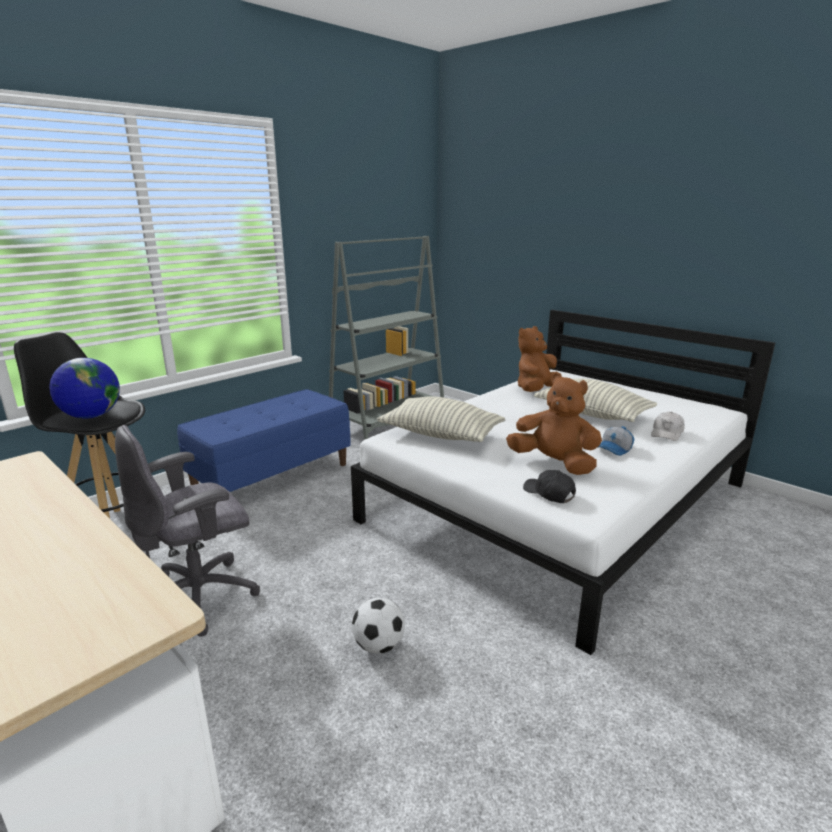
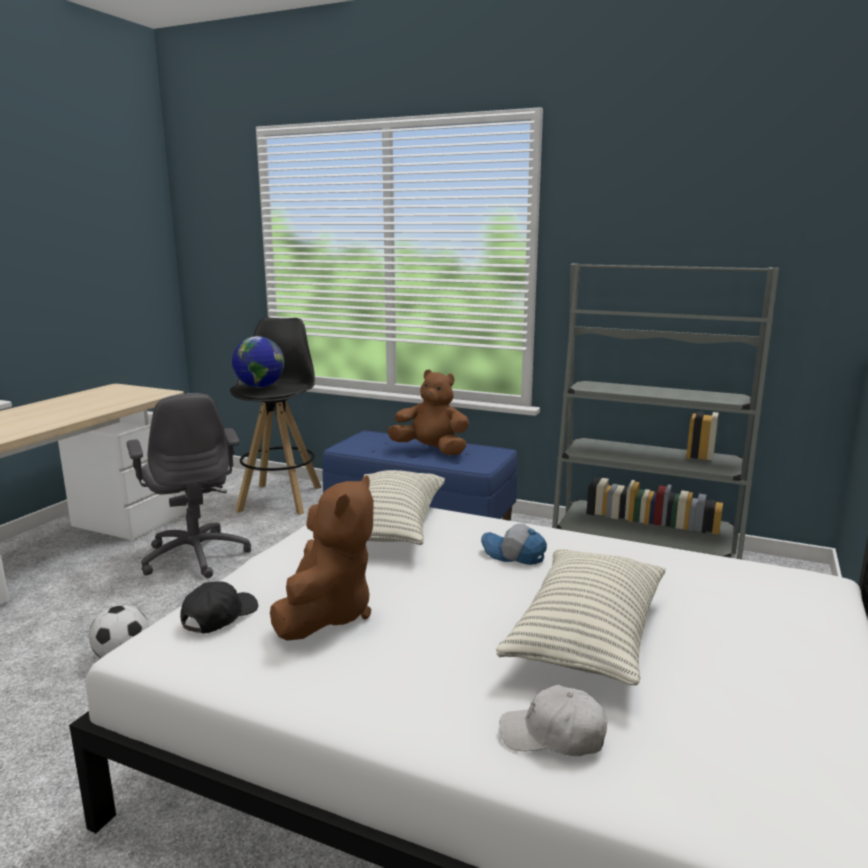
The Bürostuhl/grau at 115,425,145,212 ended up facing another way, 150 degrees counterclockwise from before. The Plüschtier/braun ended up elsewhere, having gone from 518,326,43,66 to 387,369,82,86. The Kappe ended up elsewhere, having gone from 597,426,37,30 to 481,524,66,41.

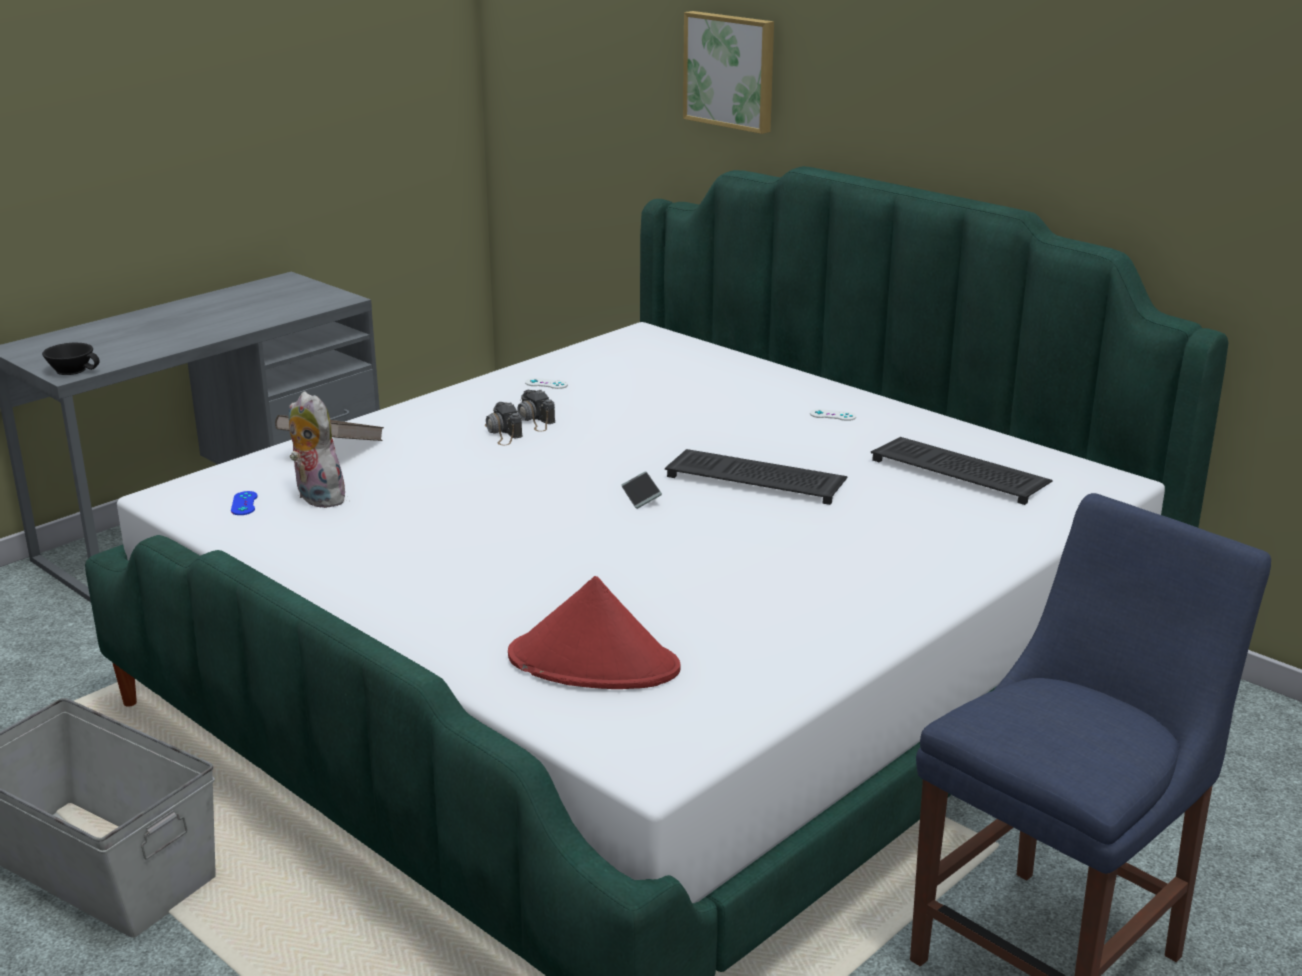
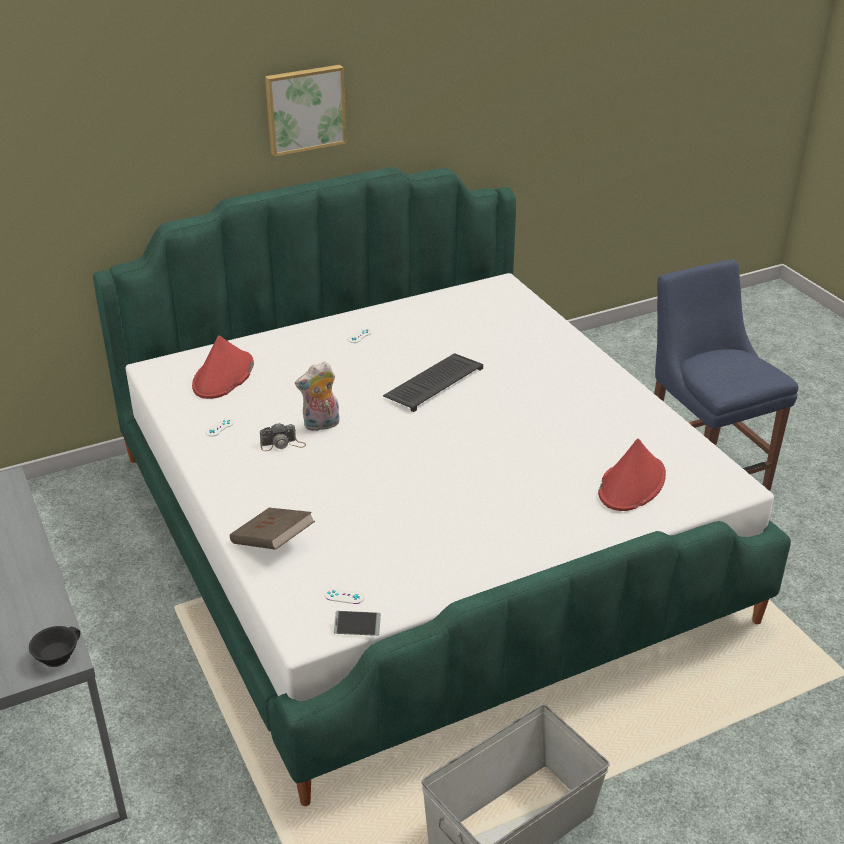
What was the Gamepad/blau at 231,491,27,24 turned into the Gamepad/weiß at 324,588,41,16. The Plüschtier ended up elsewhere, having gone from 289,392,58,116 to 295,361,45,71. The second view lost the Kamera at 485,402,38,44. The Handy ended up elsewhere, having gone from 621,471,41,38 to 334,611,47,25. The Bild ended up elsewhere, having gone from 683,11,91,123 to 265,65,82,92. The second view lost the Tastatur at 871,437,182,68. The second view gained the Hut/rot at 192,335,62,64.

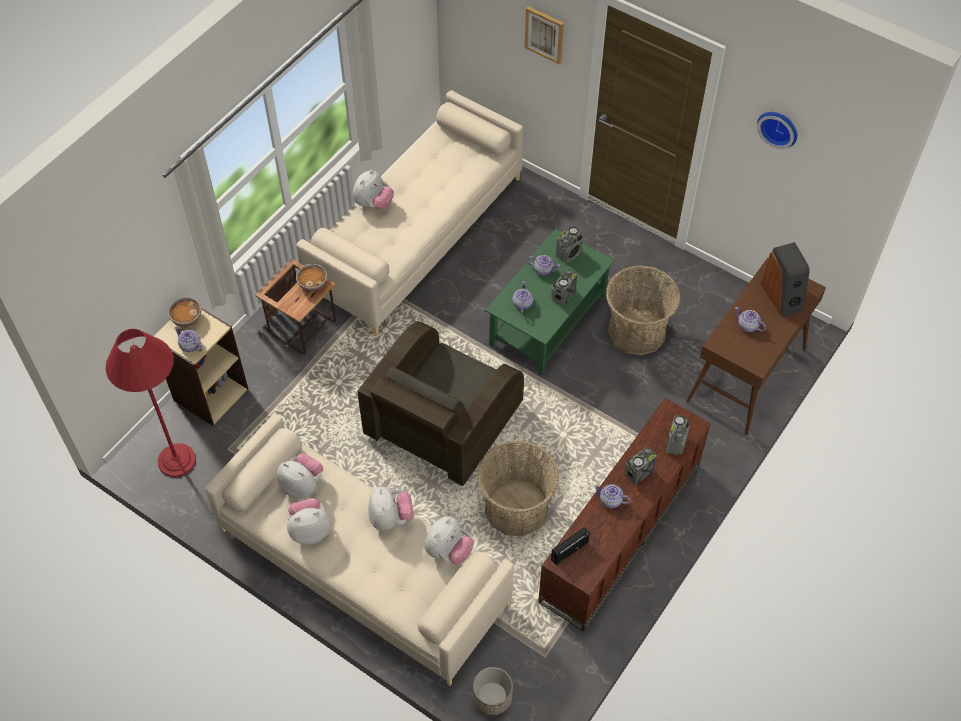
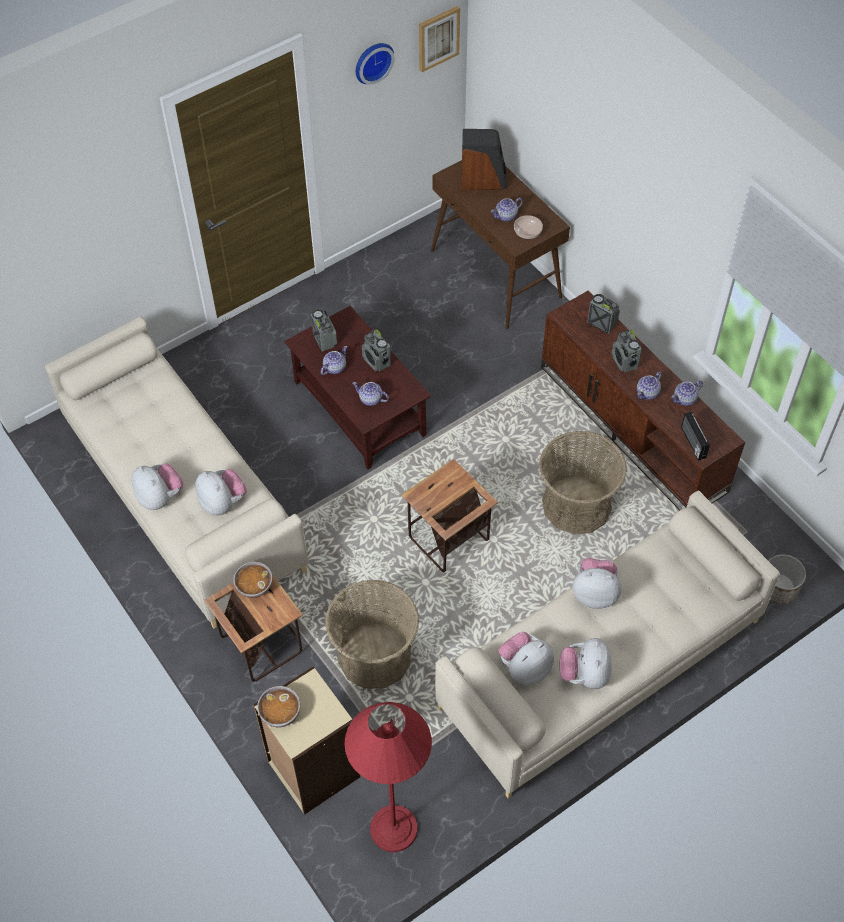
The Teekanne ended up elsewhere, having gone from 174,327,29,25 to 671,380,32,26. Where the Sessel/braun stood at 358,321,166,165, the Beistelltisch came to stand at 402,459,96,113. The Plüschtier ended up elsewhere, having gone from 424,516,50,48 to 195,469,52,46. What was the Couchtisch/grün at 485,229,130,146 turned into the Couchtisch/braun at 284,306,147,163. The Bild ended up elsewhere, having gone from 525,6,39,58 to 419,6,41,66. The Korb ended up elsewhere, having gone from 606,266,75,90 to 325,580,94,109. The second view gained the Schüssel at 514,215,29,24.

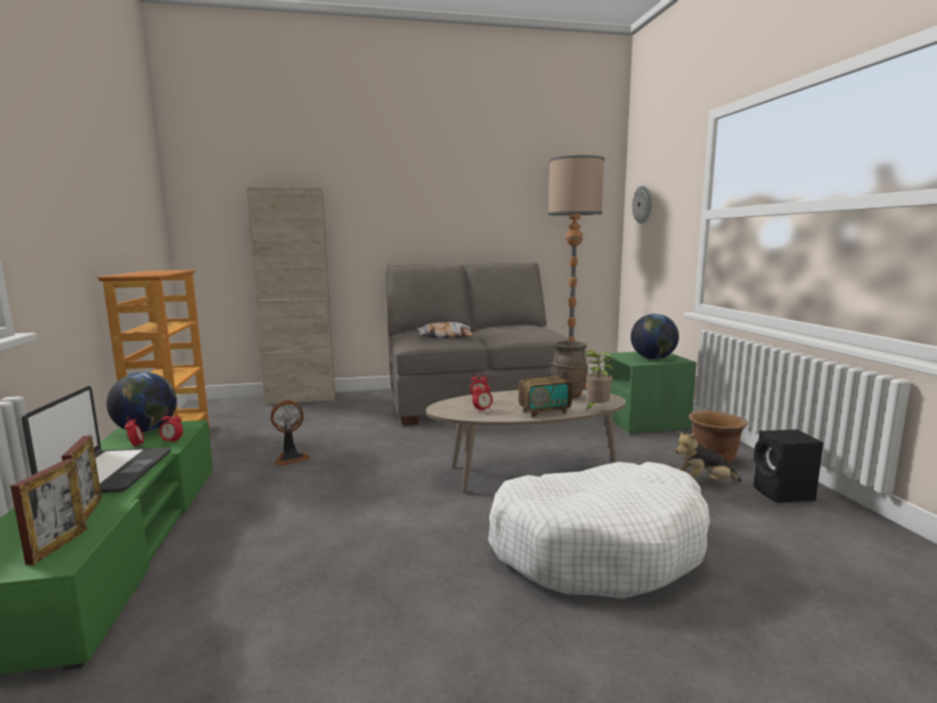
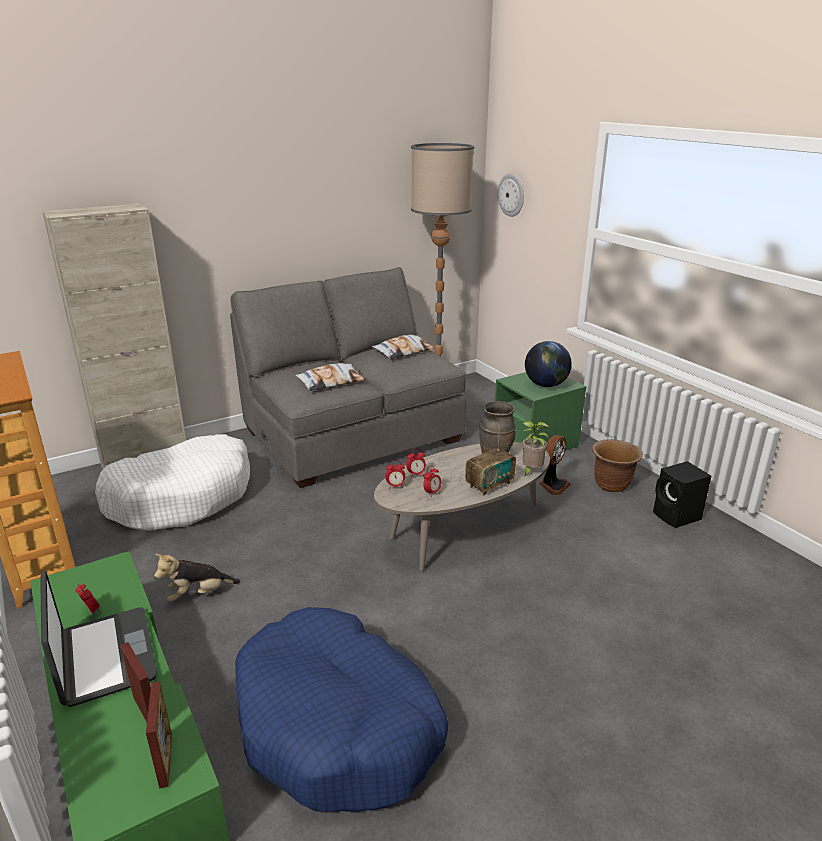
The second view lost the Globus at 106,372,71,60. The Wecker ended up elsewhere, having gone from 159,411,24,33 to 385,460,20,29. The Ventilator ended up elsewhere, having gone from 271,400,39,66 to 539,435,32,61. The Hundebett/weiß ended up elsewhere, having gone from 488,462,222,137 to 95,434,155,97. The Plüschtier ended up elsewhere, having gone from 675,431,67,50 to 154,554,86,48. The second view gained the Hundebett/blau at 235,607,213,205. The second view gained the Kissen at 372,335,62,24.

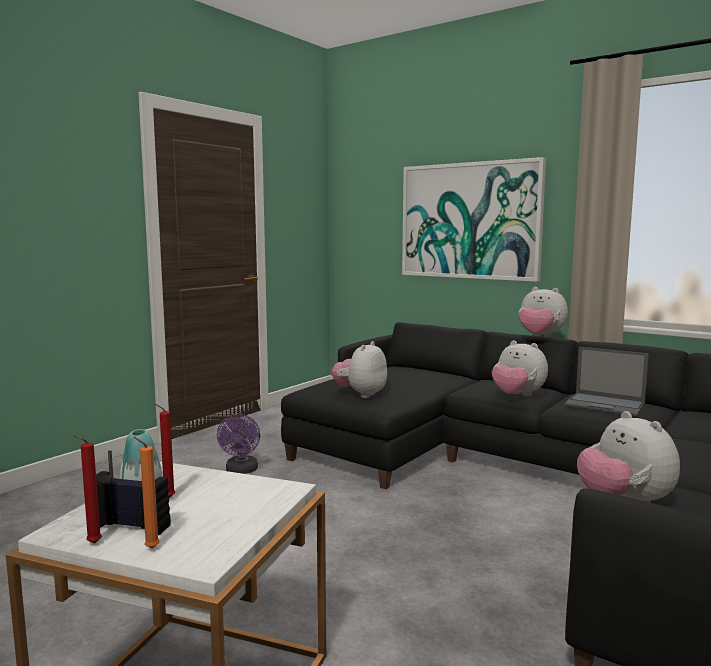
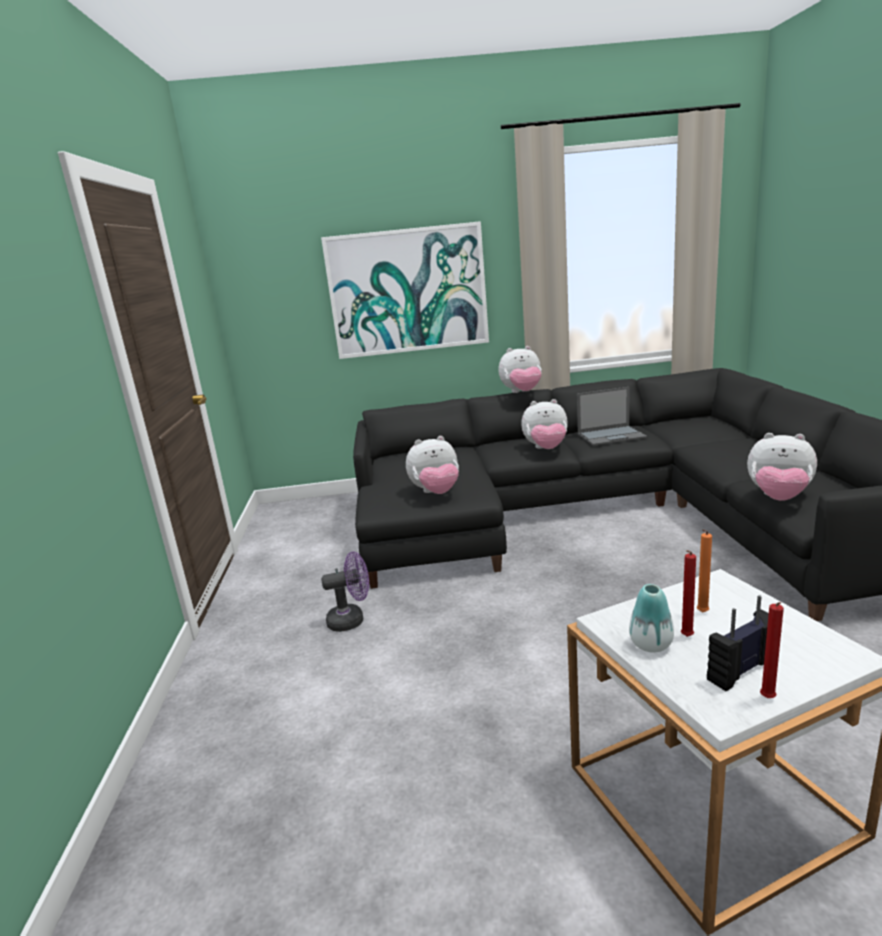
The Kerze/orange ended up elsewhere, having gone from 133,436,27,113 to 697,529,15,83. The Ventilator/lila at 217,414,43,60 ended up facing another way, 60 degrees counterclockwise from before. The Plüschtier at 332,341,55,57 ended up facing another way, 90 degrees counterclockwise from before.

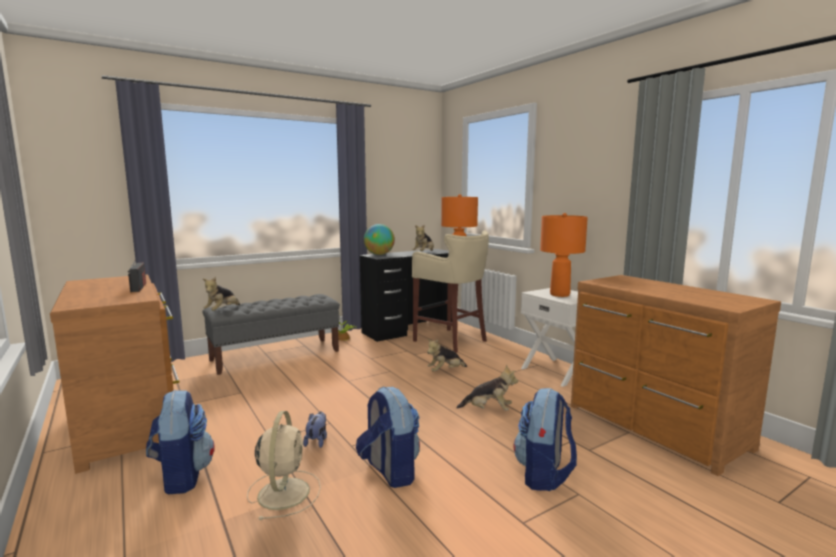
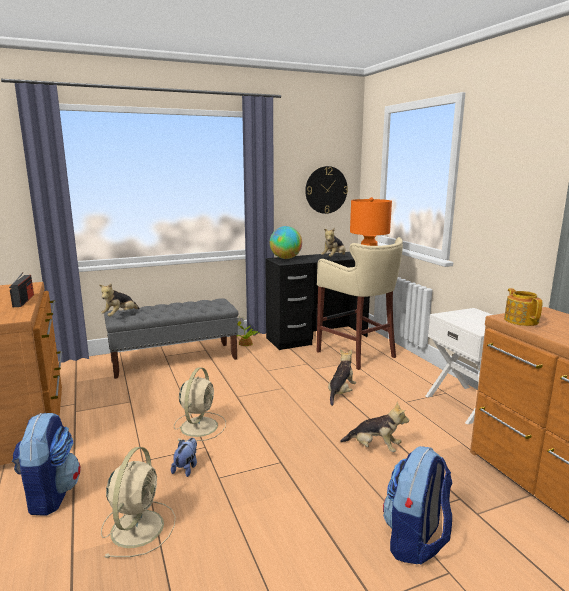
The second view lost the Rucksack at 356,386,64,102. The Plüschtier at 427,339,40,33 ended up facing another way, 135 degrees clockwise from before. The second view lost the Tischlampe/orange at 540,213,48,84. The second view gained the Ventilator/beige at 174,367,52,74. The second view gained the Wanduhr at 305,166,43,48. The second view gained the Teekanne at 504,288,39,38.

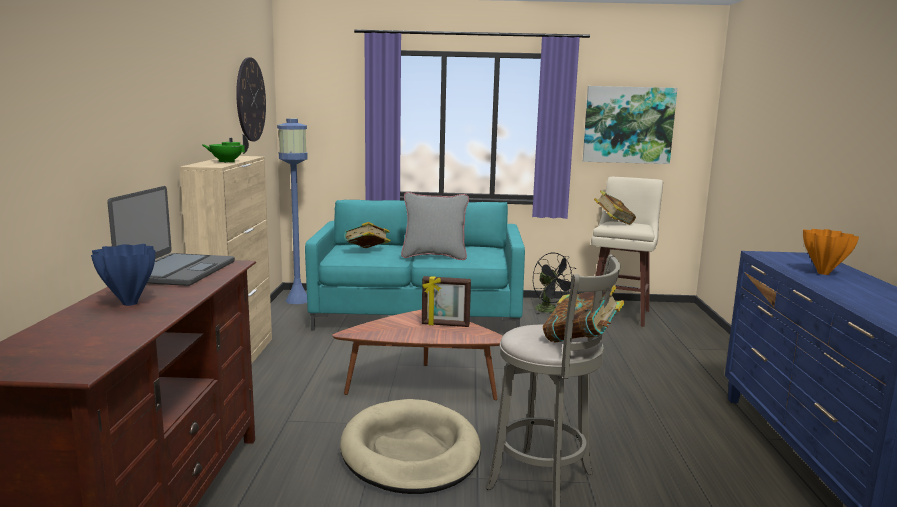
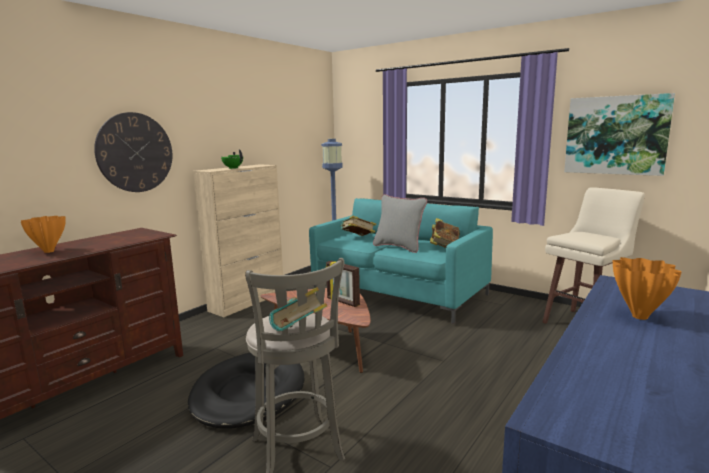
What was the Vase/blau at 91,244,64,62 turned into the Vase/orange at 21,216,45,37. The second view lost the Laptop at 107,186,128,100. The Wanduhr ended up elsewhere, having gone from 236,57,30,84 to 94,112,78,80. What was the Hundebett/beige at 340,399,141,95 turned into the Hundebett/schwarz at 188,353,117,76. The second view lost the Ventilator/schwarz at 533,253,42,61. The Buch ended up elsewhere, having gone from 594,190,42,35 to 430,218,30,30.

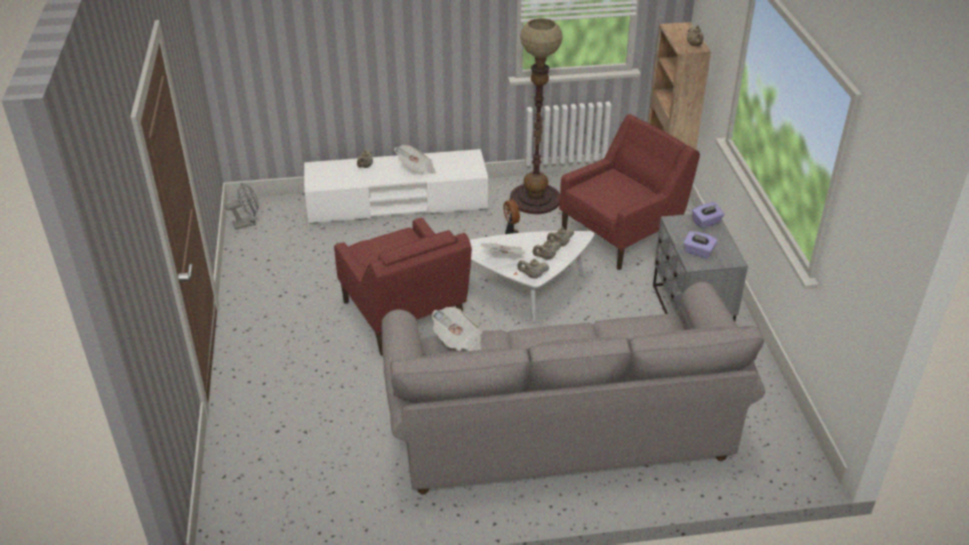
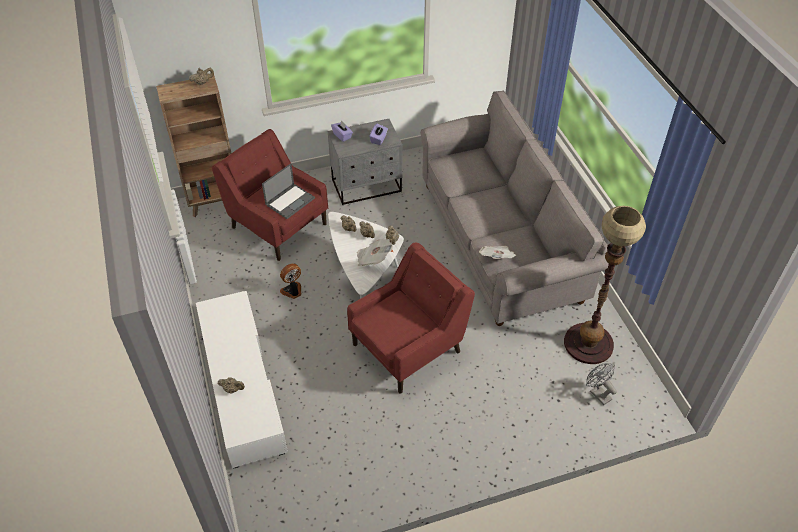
The Ventilator/grau ended up elsewhere, having gone from 225,183,34,46 to 586,363,31,42. The second view lost the Zeitung at 394,145,42,29. The Stehlampe ended up elsewhere, having gone from 510,18,53,196 to 564,206,82,158. The second view gained the Laptop at 262,164,53,55.

